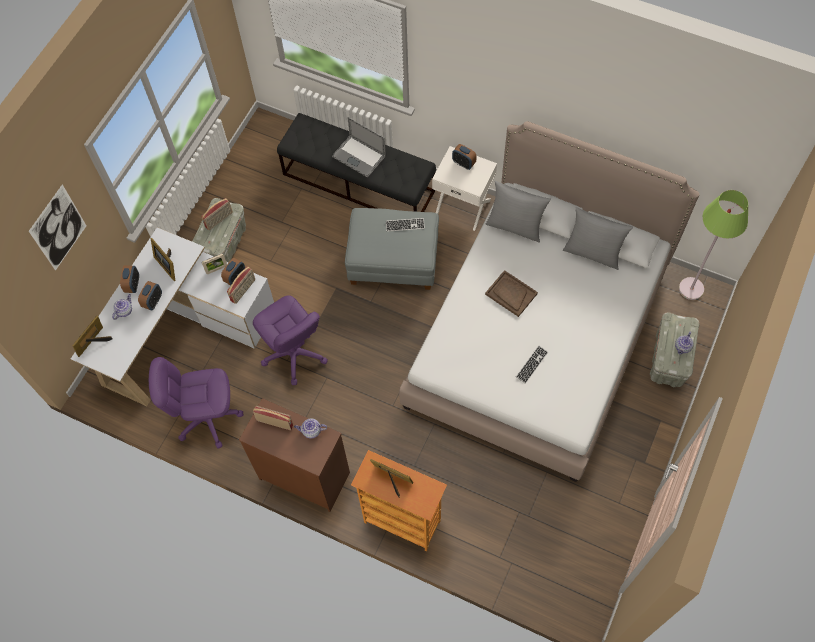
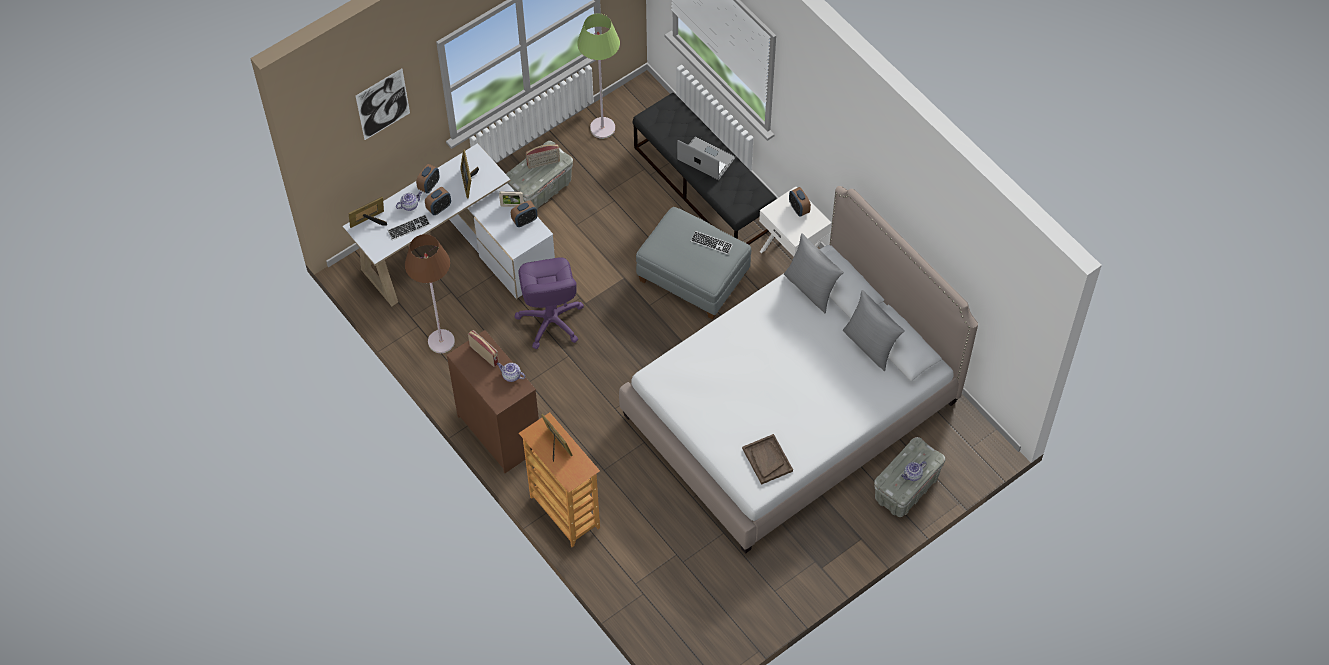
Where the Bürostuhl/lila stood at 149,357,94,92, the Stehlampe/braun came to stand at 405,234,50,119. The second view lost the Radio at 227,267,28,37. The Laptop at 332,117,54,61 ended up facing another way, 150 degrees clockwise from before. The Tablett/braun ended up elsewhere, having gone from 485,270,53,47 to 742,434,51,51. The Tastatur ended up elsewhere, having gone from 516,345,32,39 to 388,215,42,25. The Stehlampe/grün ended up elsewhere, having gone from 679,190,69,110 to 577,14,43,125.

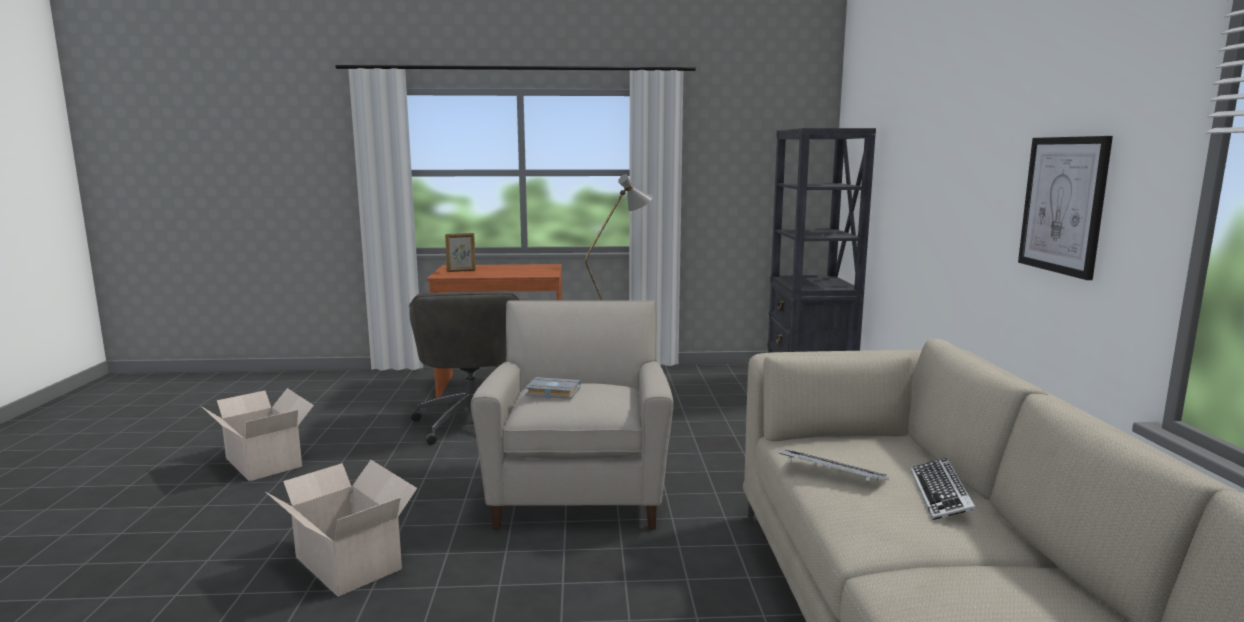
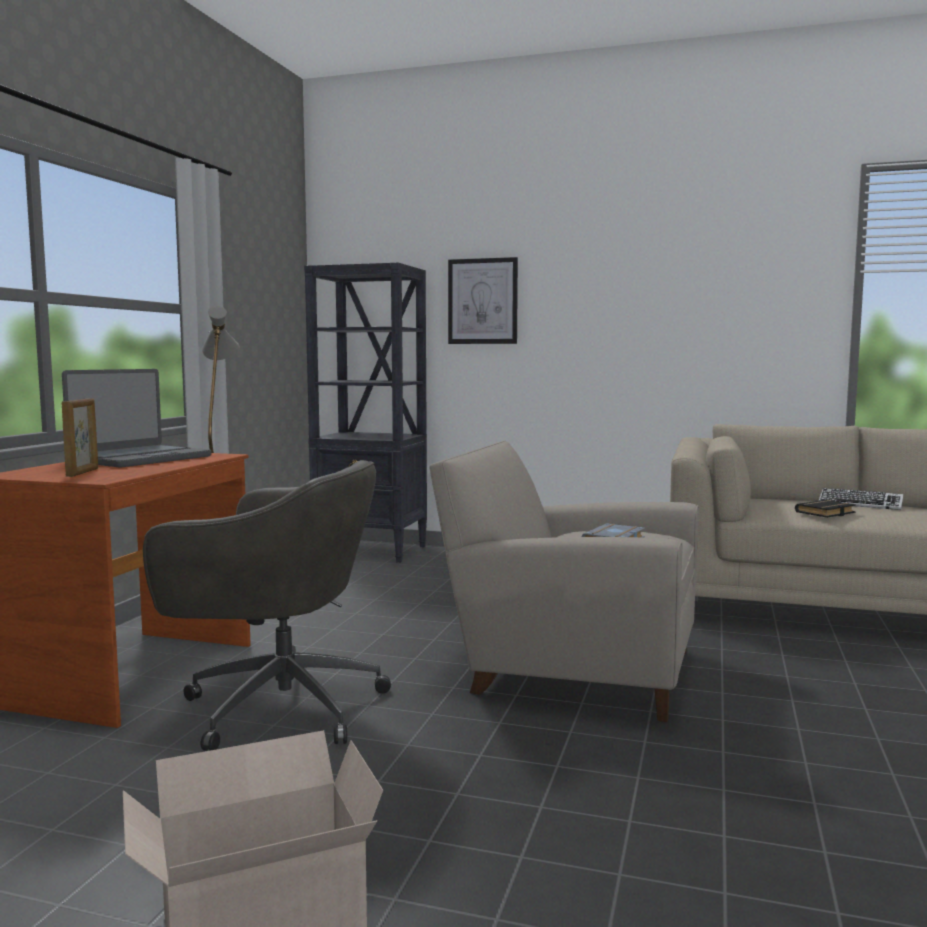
The second view lost the Karton at 266,460,151,137. Where the Tastatur stood at 778,450,111,31, the Buch/schwarz came to stand at 795,499,61,19. The Bild ended up elsewhere, having gone from 1018,136,95,144 to 448,257,70,87. The second view gained the Laptop at 62,369,149,99.

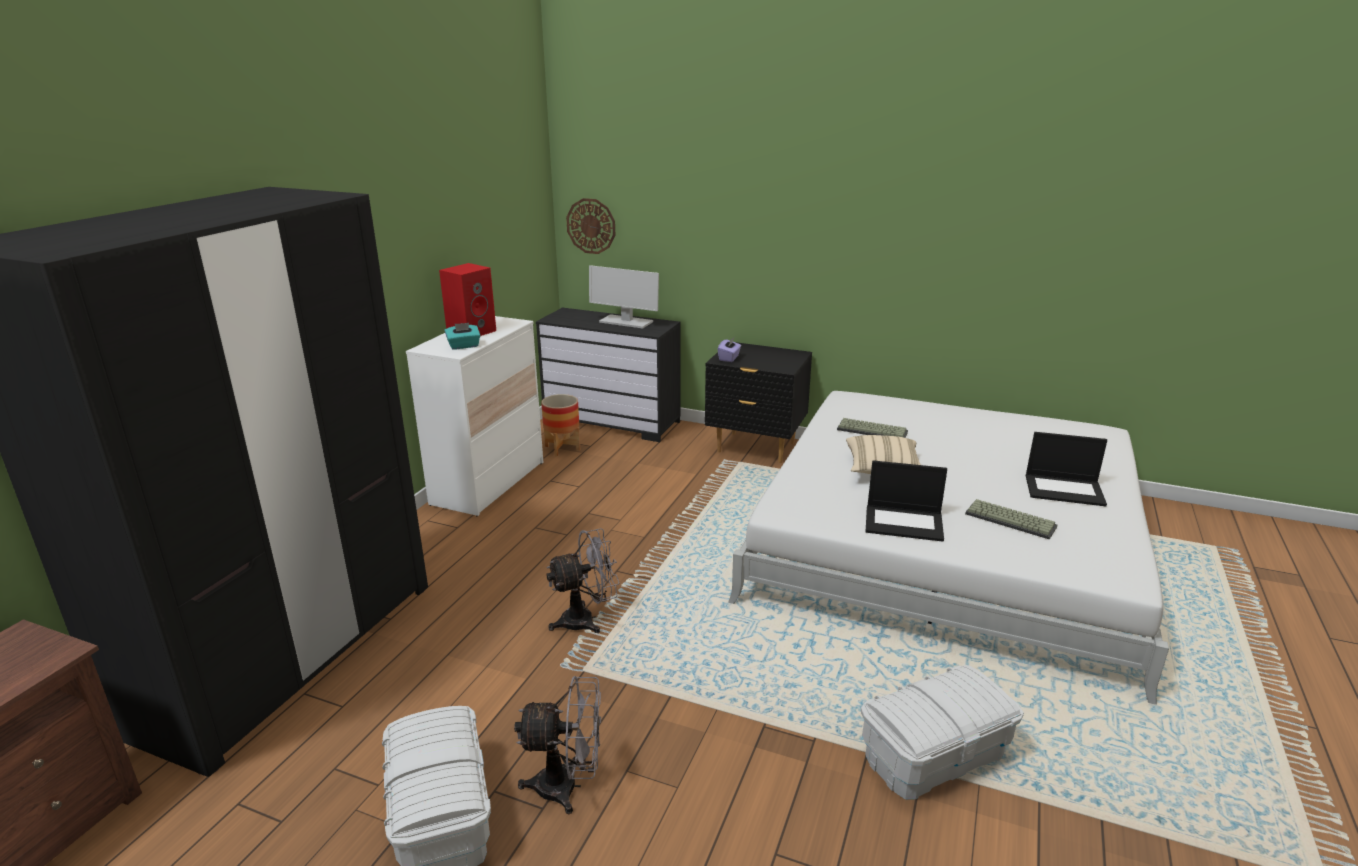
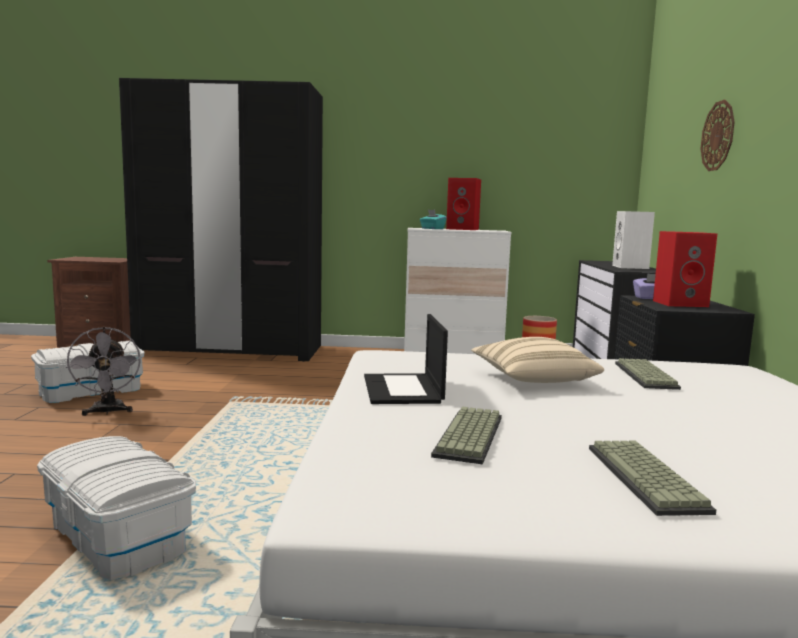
The second view lost the Ventilator/grau at 546,528,73,105. The Wanduhr ended up elsewhere, having gone from 566,198,49,56 to 700,100,35,71. Where the Monitor stood at 589,265,70,63, the Lautsprecher/weiß came to stand at 612,211,43,58. Where the Laptop stood at 1026,432,81,74, the Tastatur came to stand at 589,441,127,75. The second view gained the Lautsprecher/rot at 653,231,64,76.

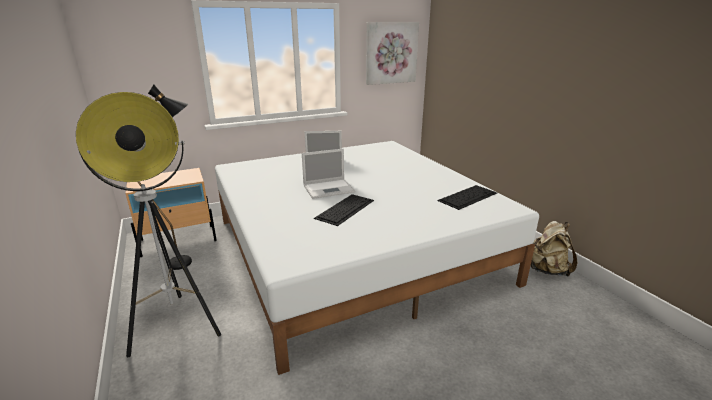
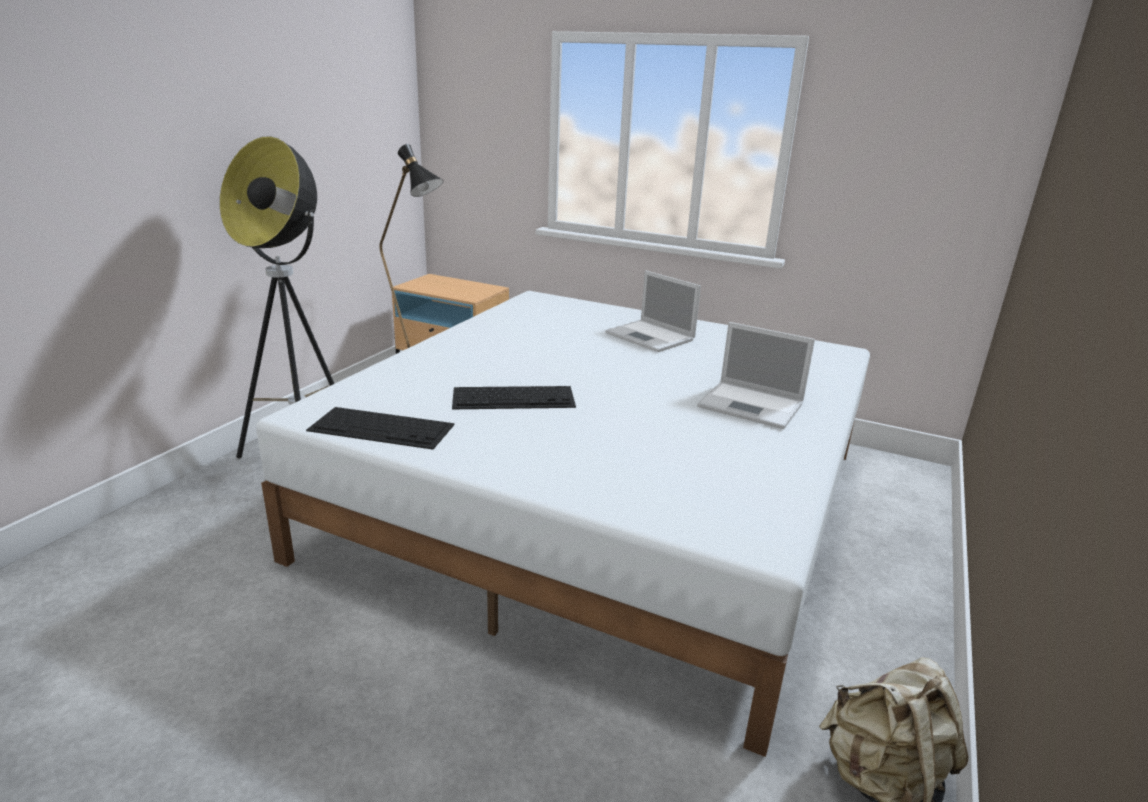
The Laptop ended up elsewhere, having gone from 302,149,53,50 to 697,322,118,107. The second view lost the Bild at 366,22,53,63. The Tastatur ended up elsewhere, having gone from 437,185,60,25 to 306,407,149,43.

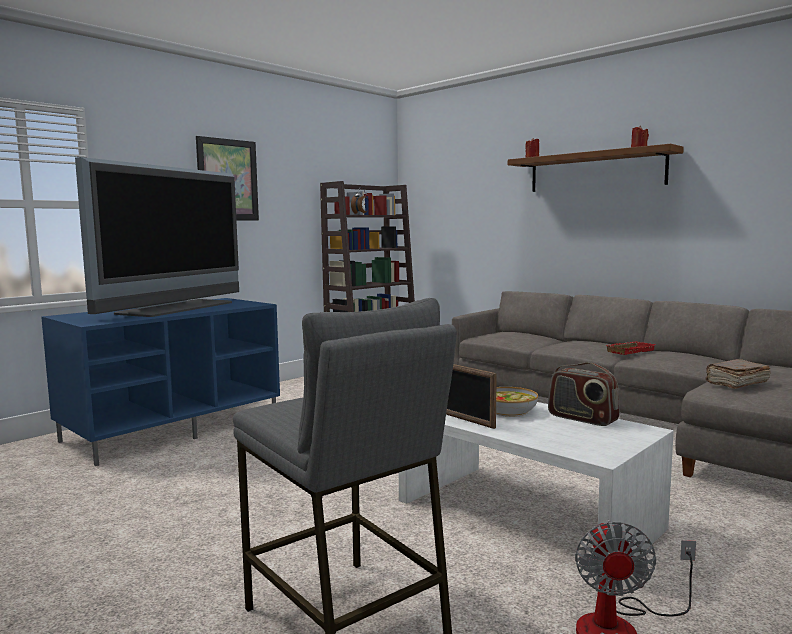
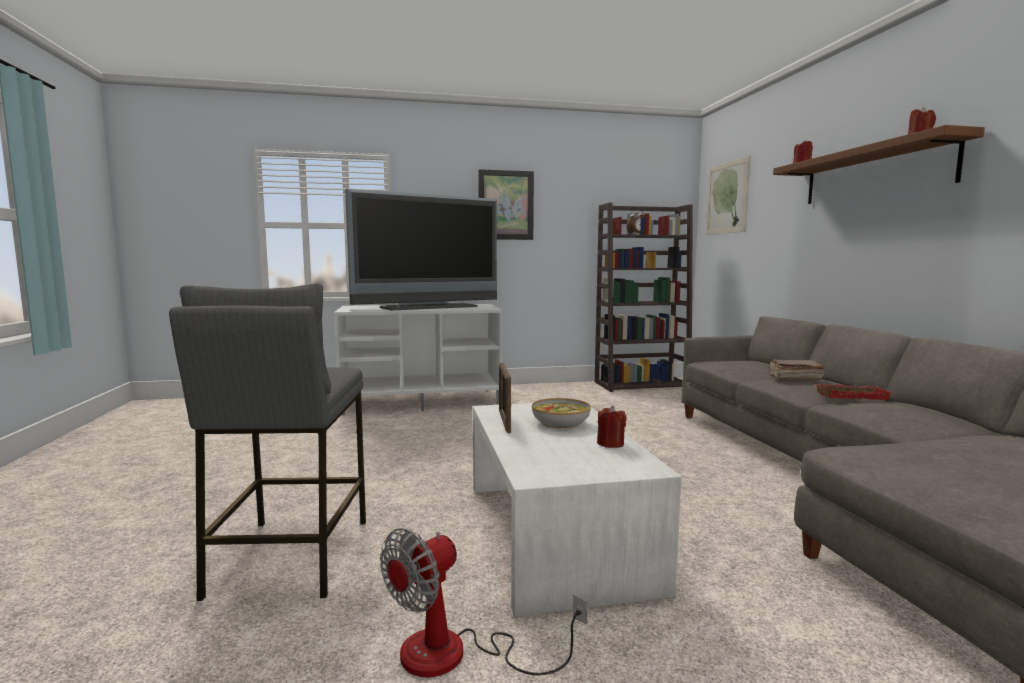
What was the Fernsehschrank/blau at 41,298,239,168 turned into the Fernsehschrank/weiß at 334,304,169,111. Where the Radio stood at 548,362,72,64, the Kerze/rot came to stand at 597,406,30,42. The Buch/braun ended up elsewhere, having gone from 705,359,66,30 to 769,359,55,21. The second view gained the Bild at 705,156,46,79.

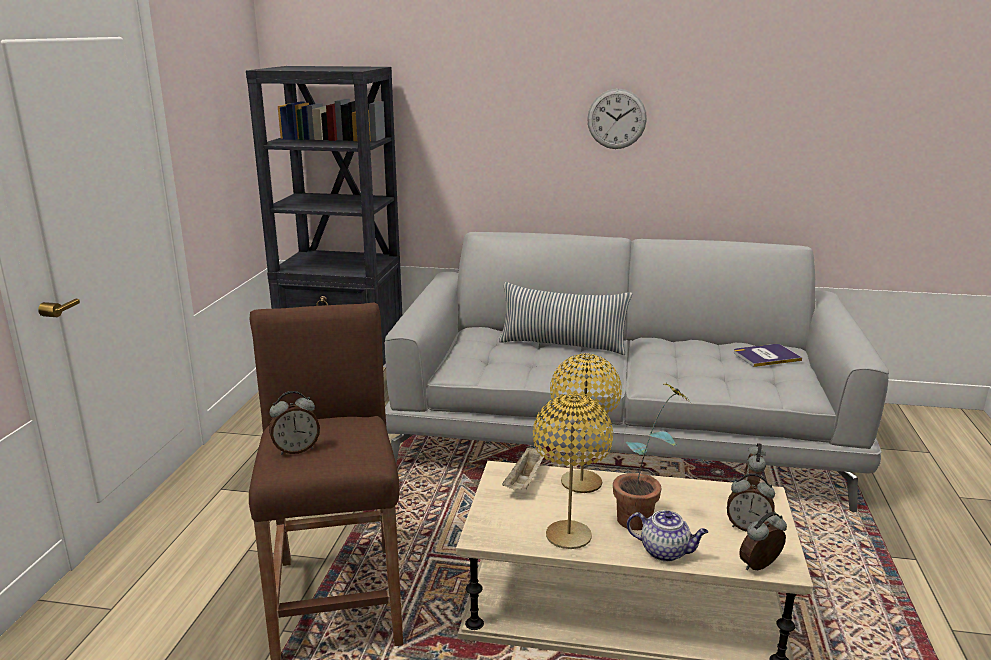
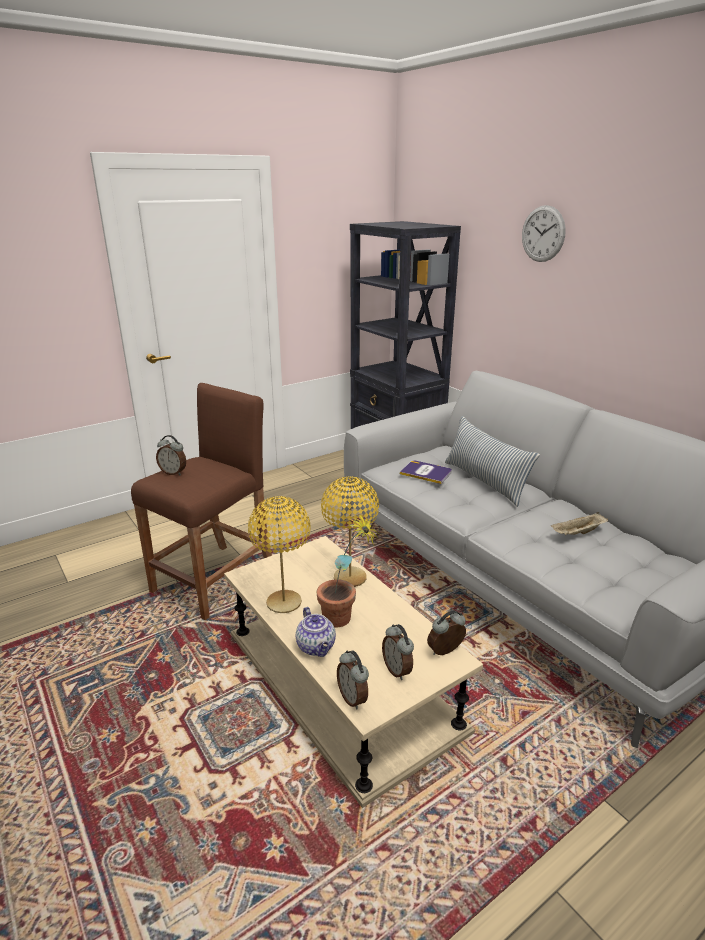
The Tablett/beige ended up elsewhere, having gone from 502,446,43,44 to 551,512,57,23. The Wanduhr ended up elsewhere, having gone from 587,89,60,60 to 522,205,44,57. The Buch ended up elsewhere, having gone from 734,344,68,23 to 400,460,52,24. The Wecker at 739,512,48,58 ended up facing another way, 135 degrees counterclockwise from before.

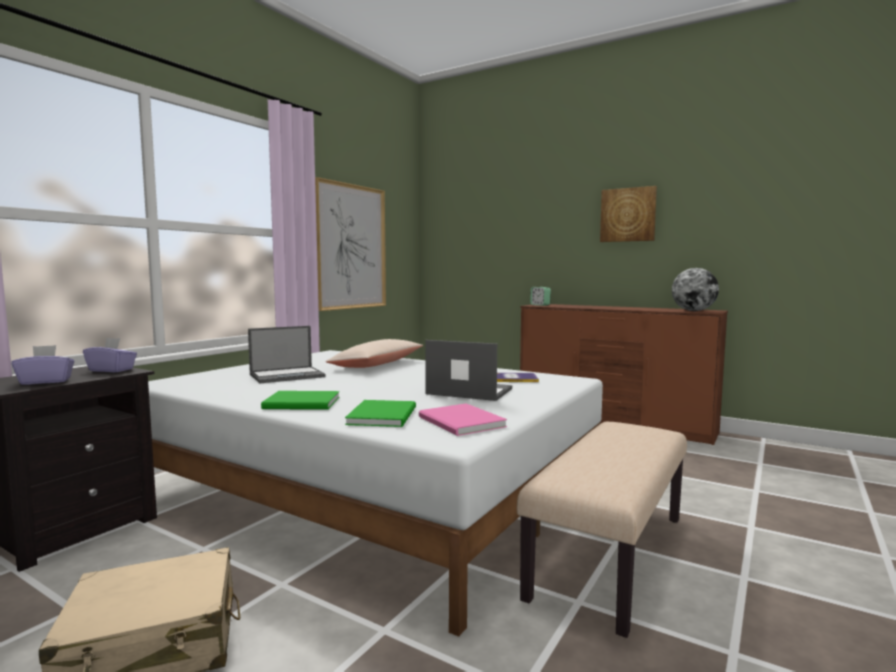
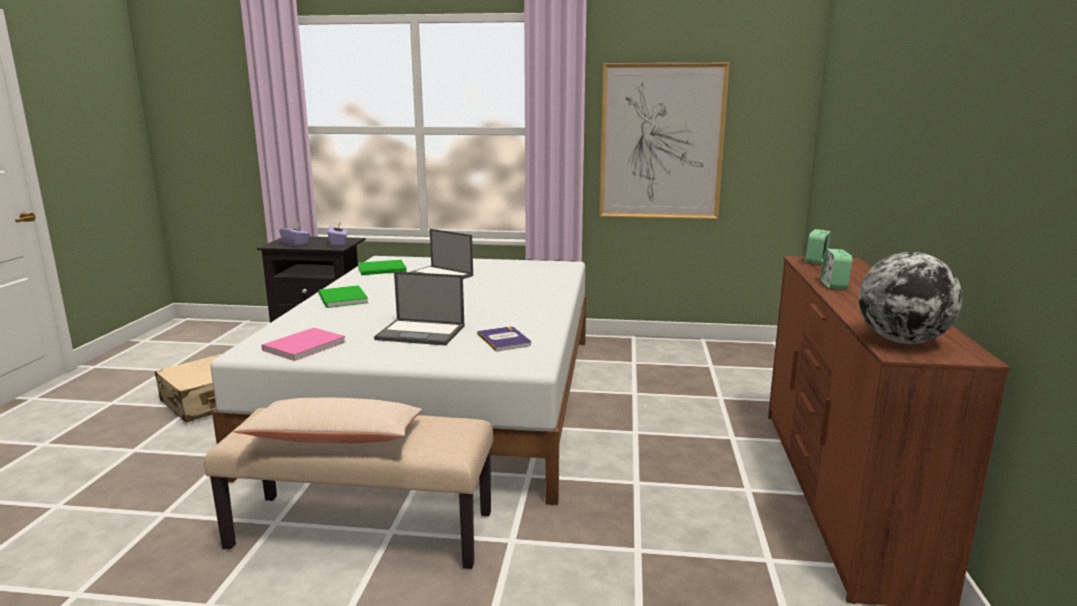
The Kissen/beige ended up elsewhere, having gone from 325,339,98,29 to 234,397,188,46. The Buch/grün ended up elsewhere, having gone from 345,400,71,27 to 358,260,49,15. The Laptop at 425,340,87,61 ended up facing another way, 105 degrees clockwise from before. The second view lost the Bild at 600,186,57,56. The second view gained the Wecker at 821,249,32,40.

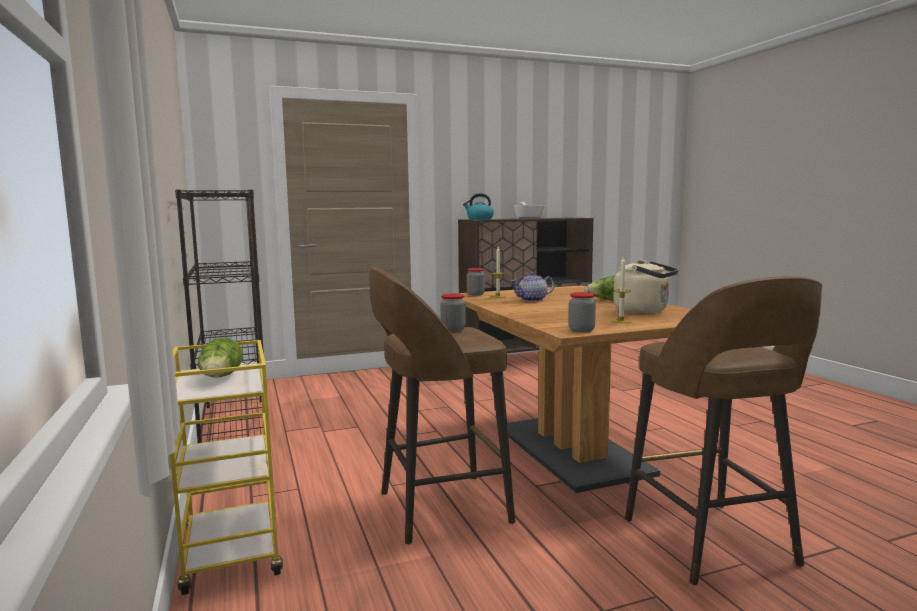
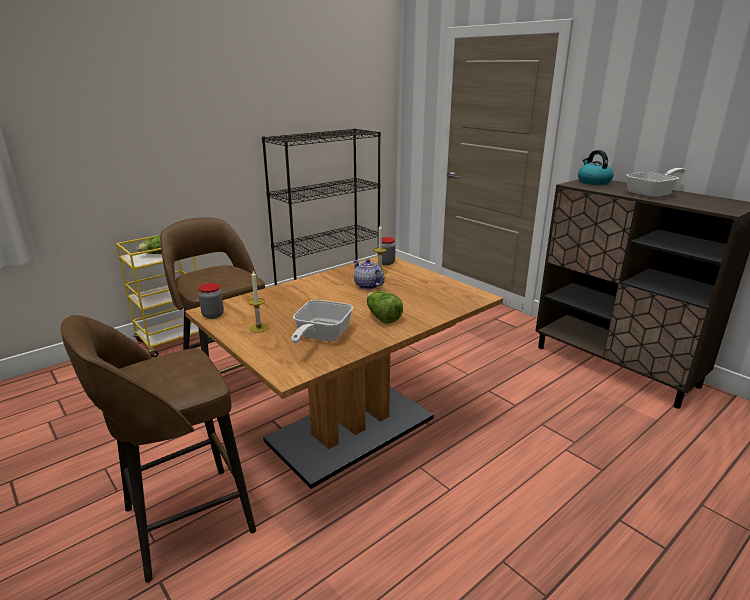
The second view lost the Vorratsglas at 440,293,26,39. Where the Wasserkessel/beige stood at 613,260,65,54, the Pfanne came to stand at 291,300,62,44.

